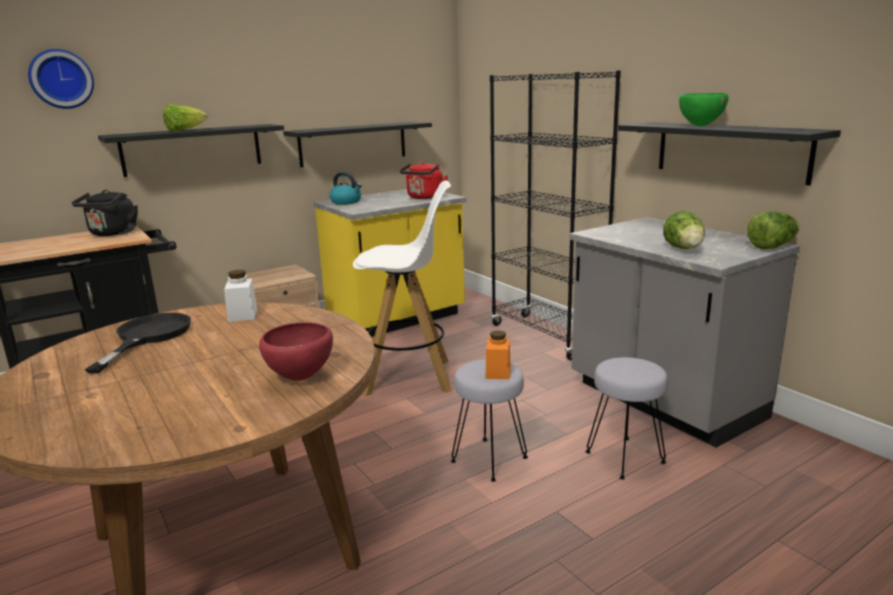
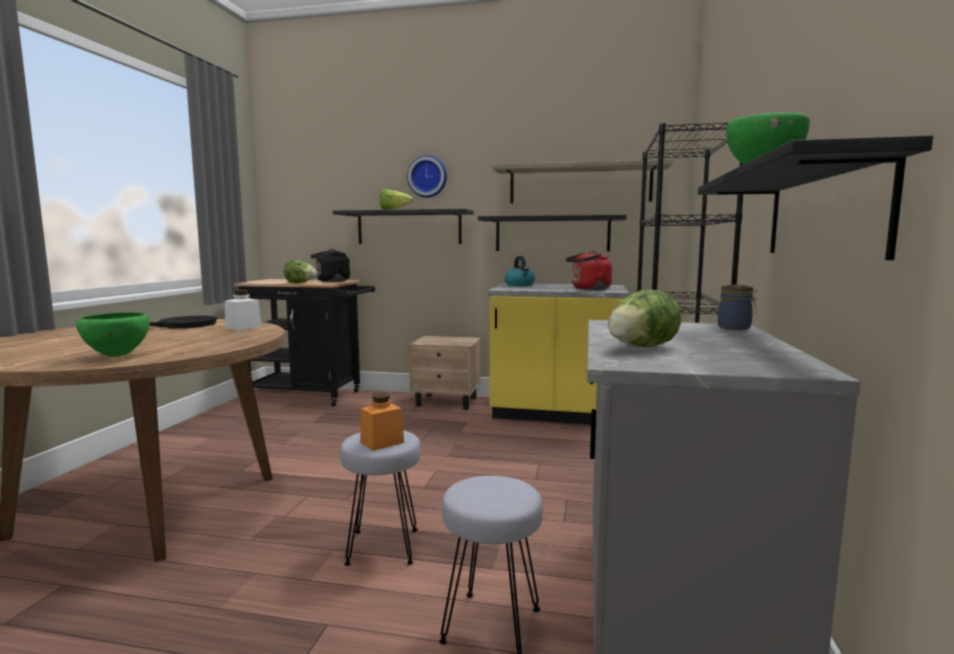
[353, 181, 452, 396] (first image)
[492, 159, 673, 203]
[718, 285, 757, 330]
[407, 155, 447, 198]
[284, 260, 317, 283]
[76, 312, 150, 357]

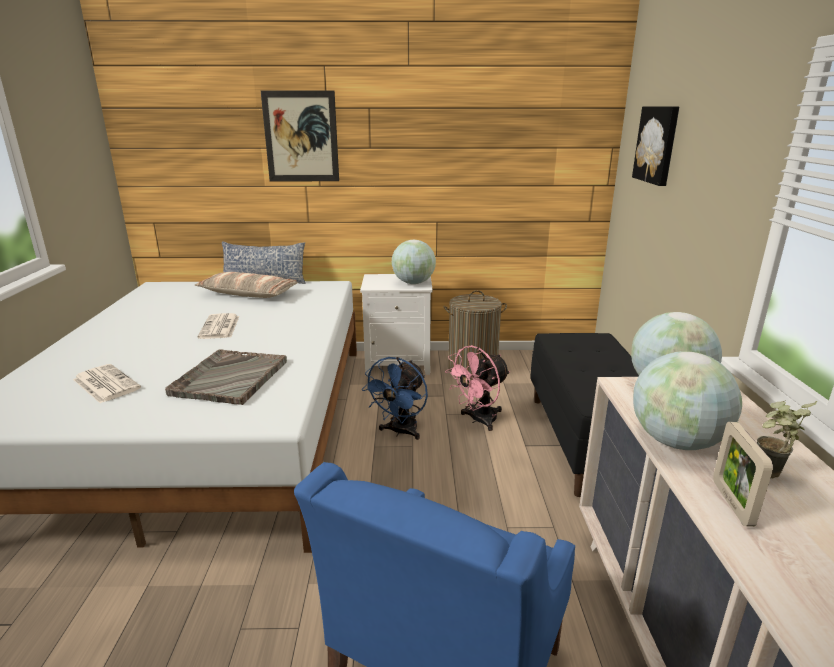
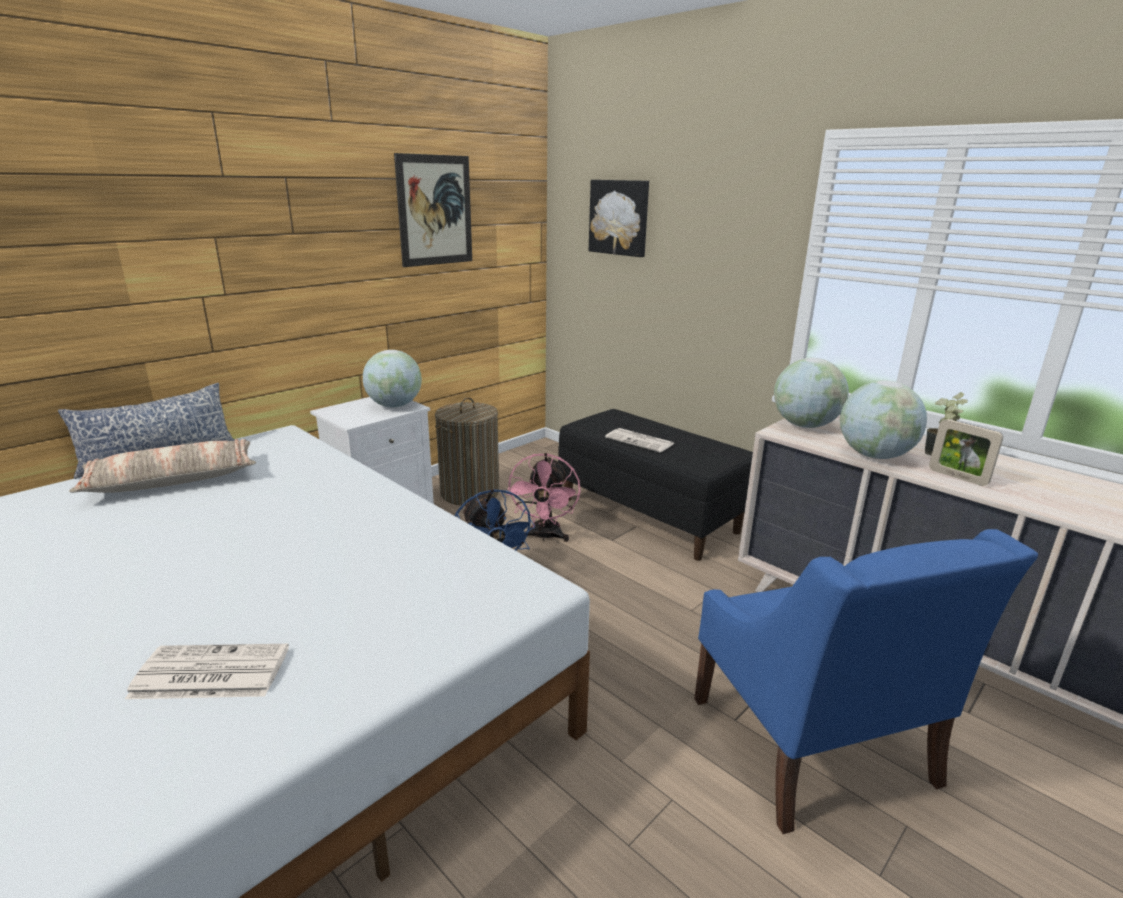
[165, 349, 287, 405] (first image)
[605, 428, 674, 452]
[394, 153, 472, 267]

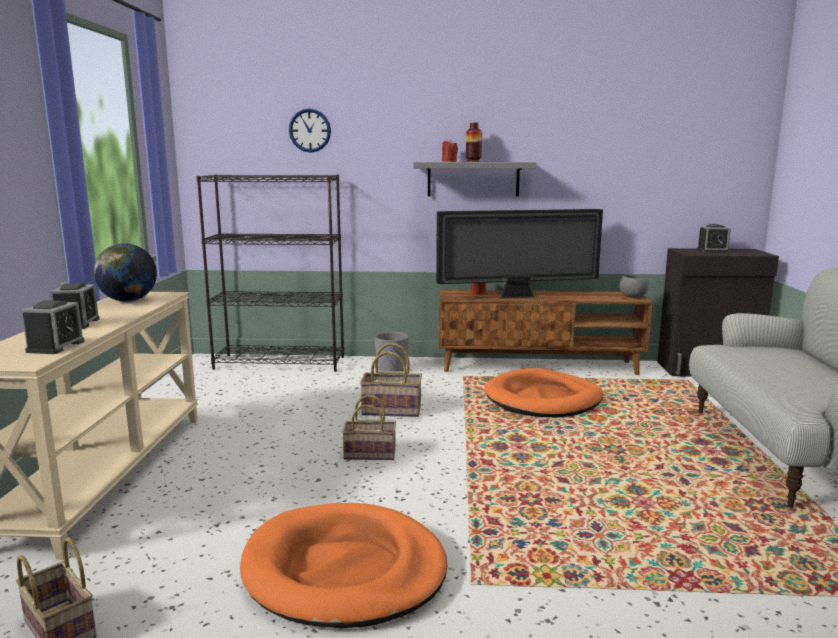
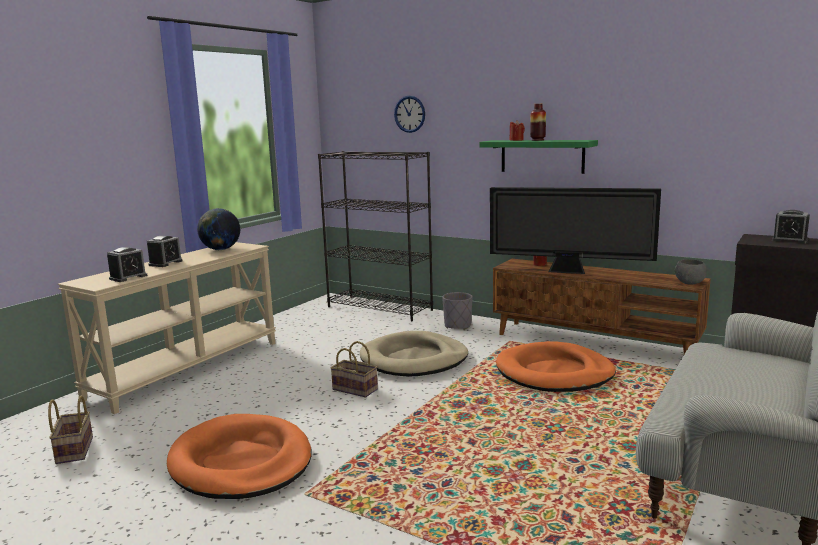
[360, 331, 468, 377]
[479, 140, 598, 174]

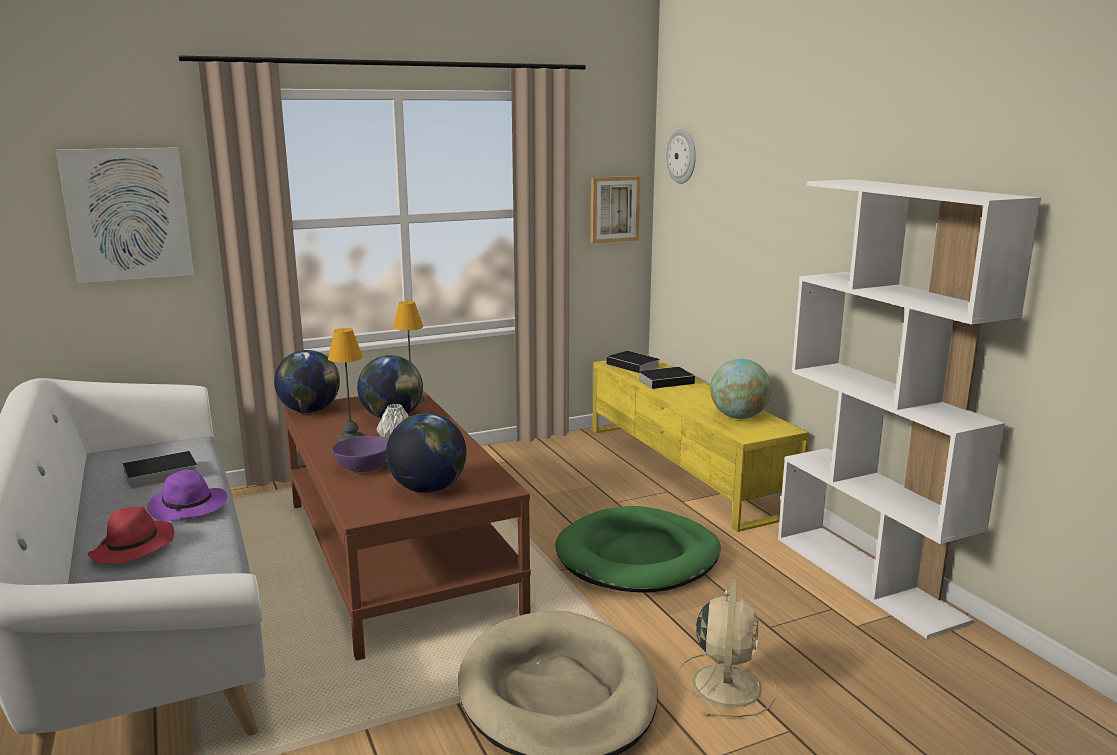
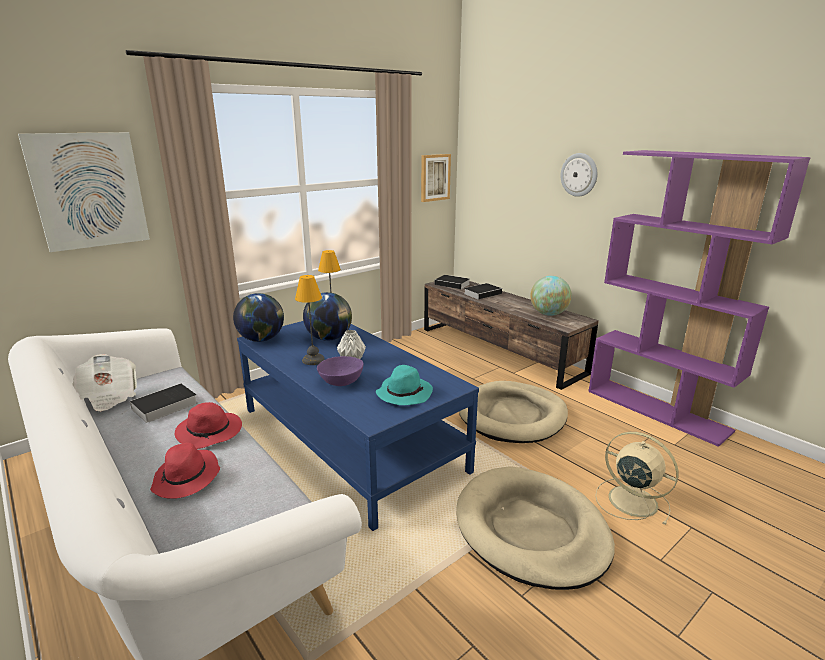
[72, 354, 137, 411]
[561, 153, 597, 197]
[376, 365, 433, 405]
[175, 402, 242, 449]
[237, 321, 479, 531]
[459, 381, 568, 443]
[424, 281, 599, 390]
[588, 150, 811, 447]
[595, 432, 678, 525]

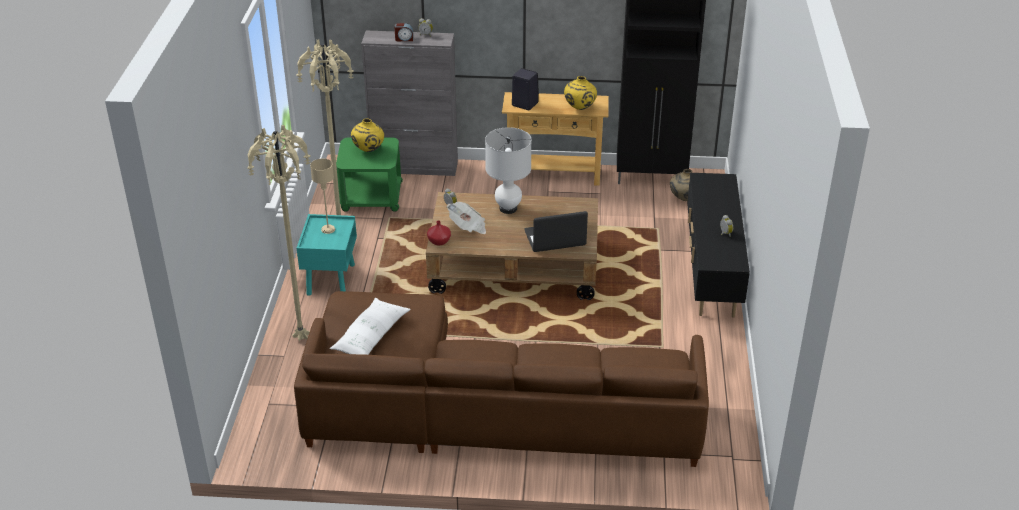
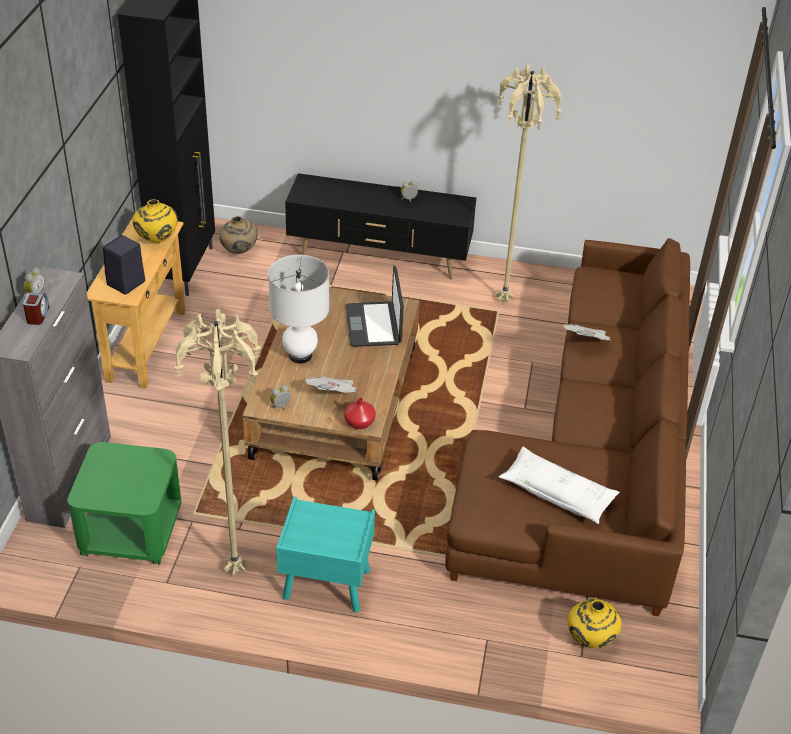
[310, 159, 335, 234] (first image)
[563, 324, 611, 340]
[496, 64, 562, 303]
[567, 599, 622, 648]

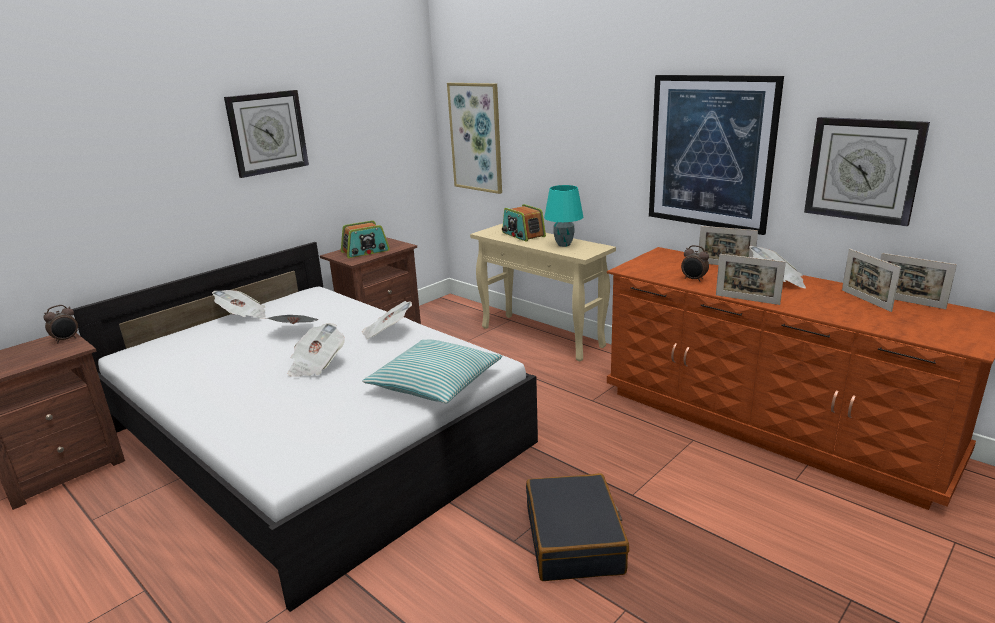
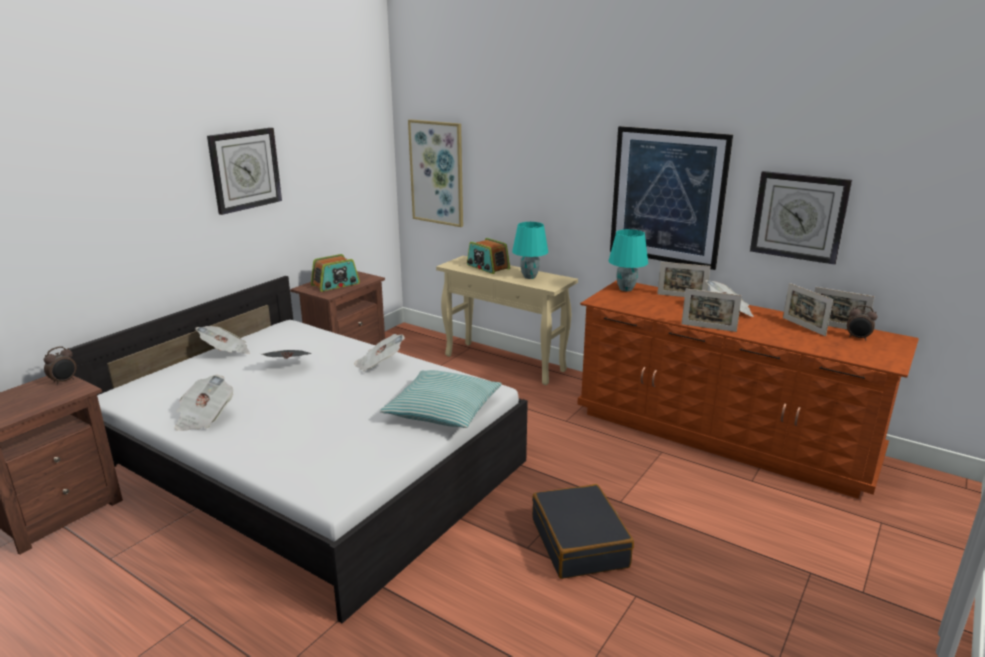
[609, 229, 648, 291]
[174, 375, 233, 431]
[847, 305, 877, 340]

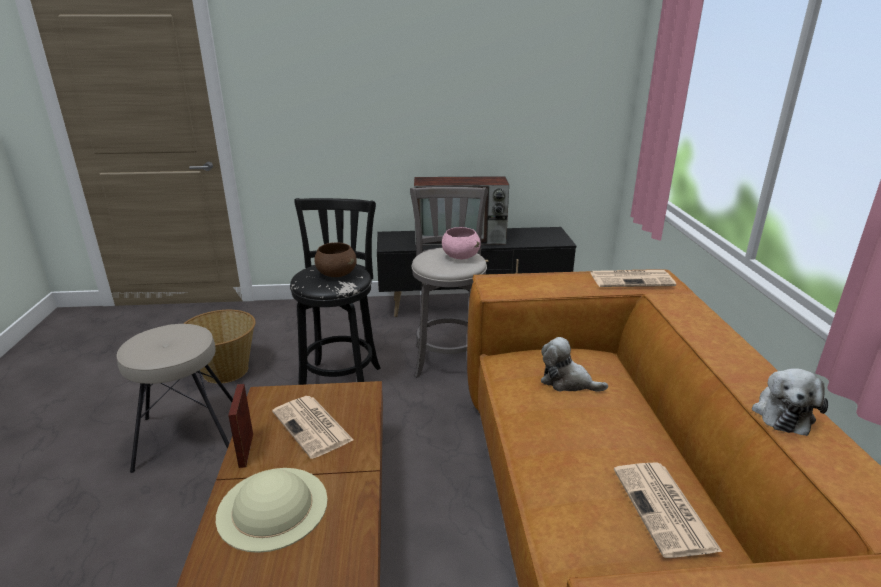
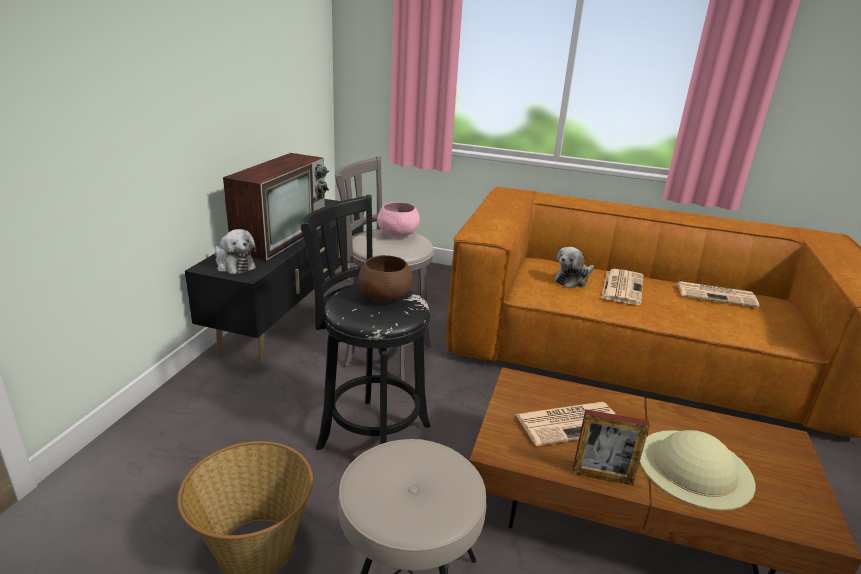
[601, 269, 643, 305]
[215, 229, 256, 274]

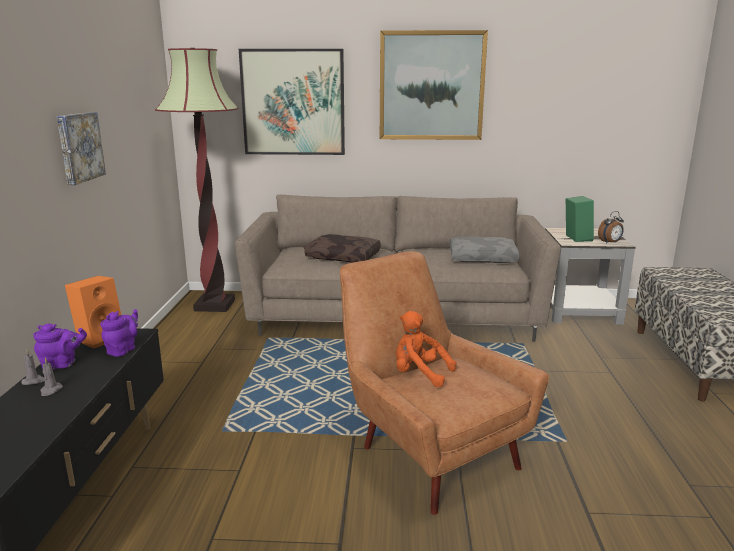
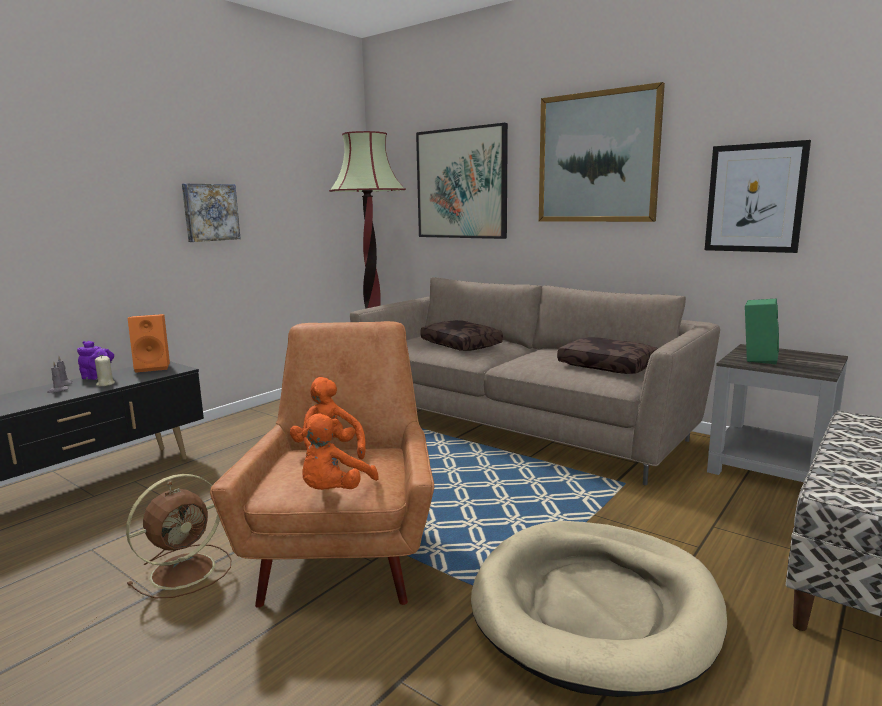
[100, 309, 138, 357] (first image)
[598, 211, 624, 244] (first image)
[95, 356, 115, 386]
[126, 474, 232, 598]
[301, 413, 379, 490]
[471, 521, 727, 697]
[705, 140, 811, 253]
[557, 337, 658, 374]

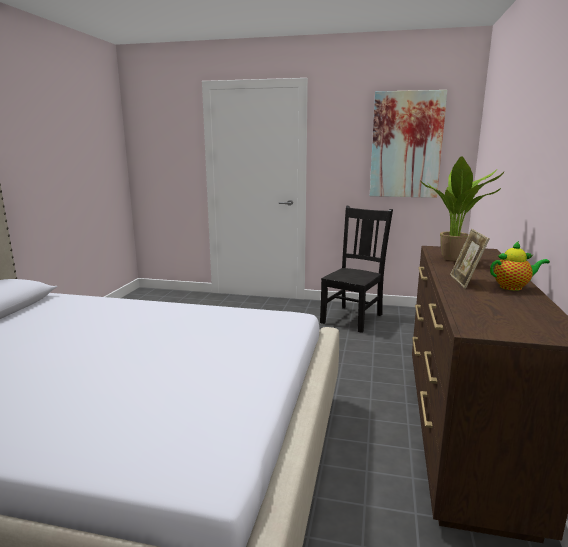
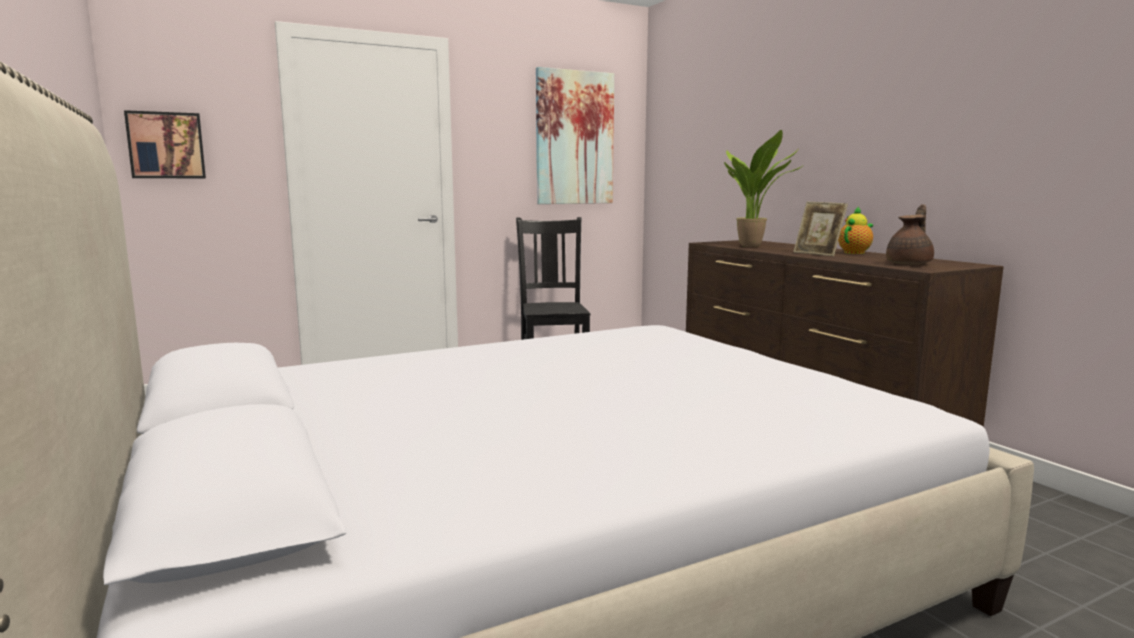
[124, 110, 206, 178]
[886, 204, 934, 265]

